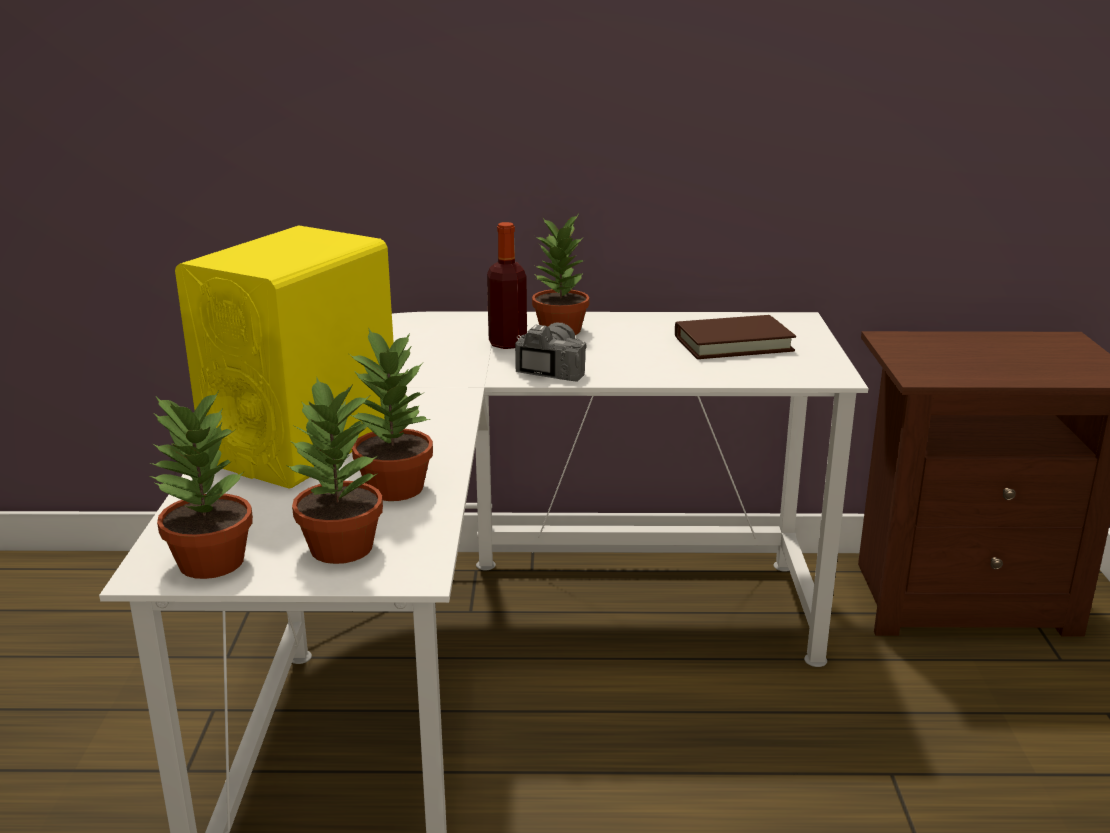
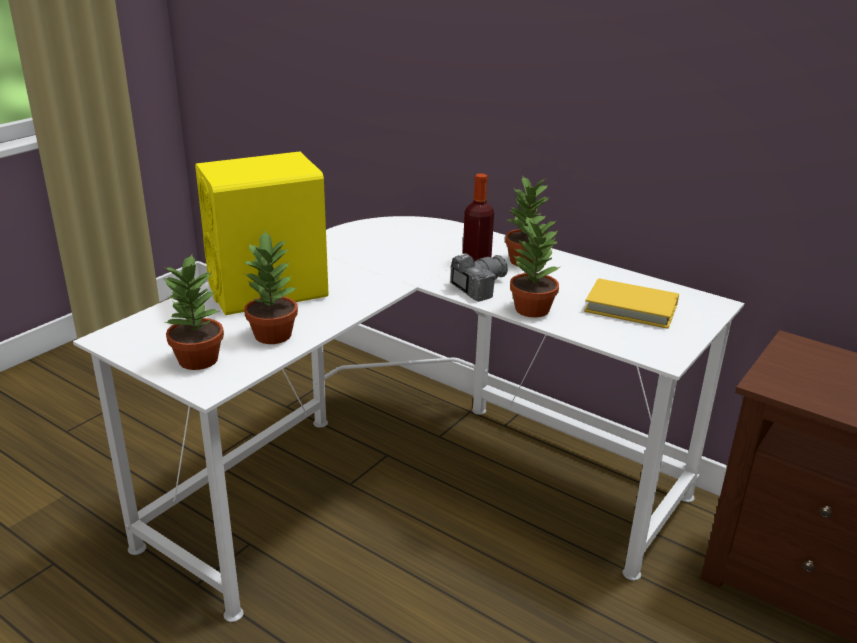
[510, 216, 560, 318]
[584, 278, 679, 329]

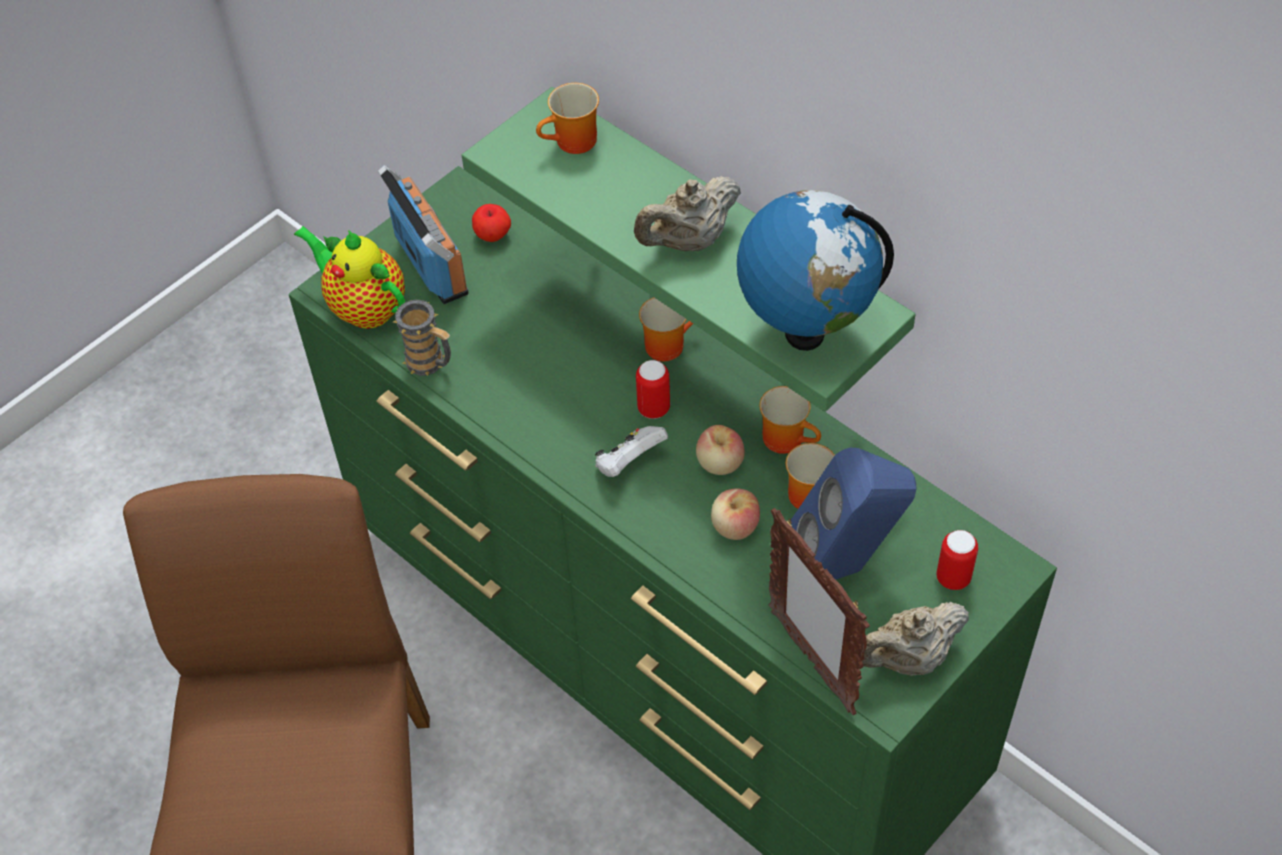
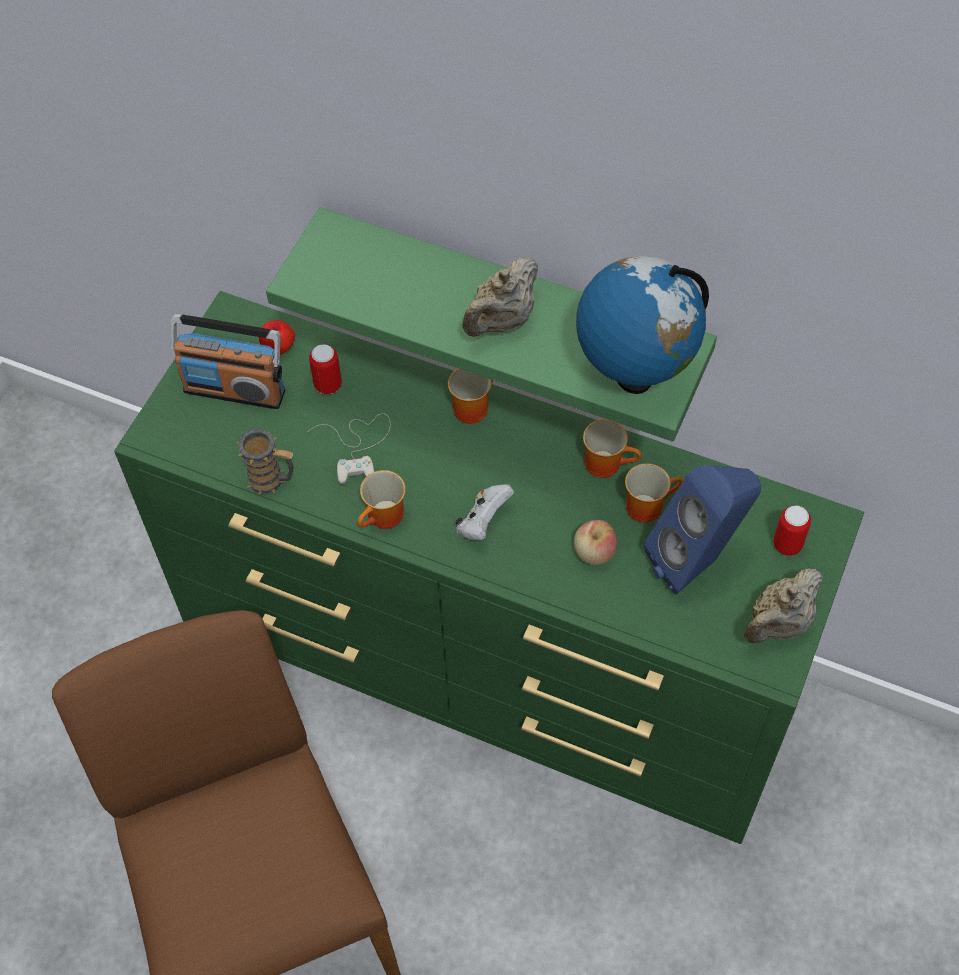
[294, 226, 405, 329] (first image)
[696, 425, 745, 475] (first image)
[768, 508, 870, 715] (first image)
[308, 413, 391, 484]
[357, 470, 406, 529]
[309, 344, 342, 394]
[171, 314, 285, 409]

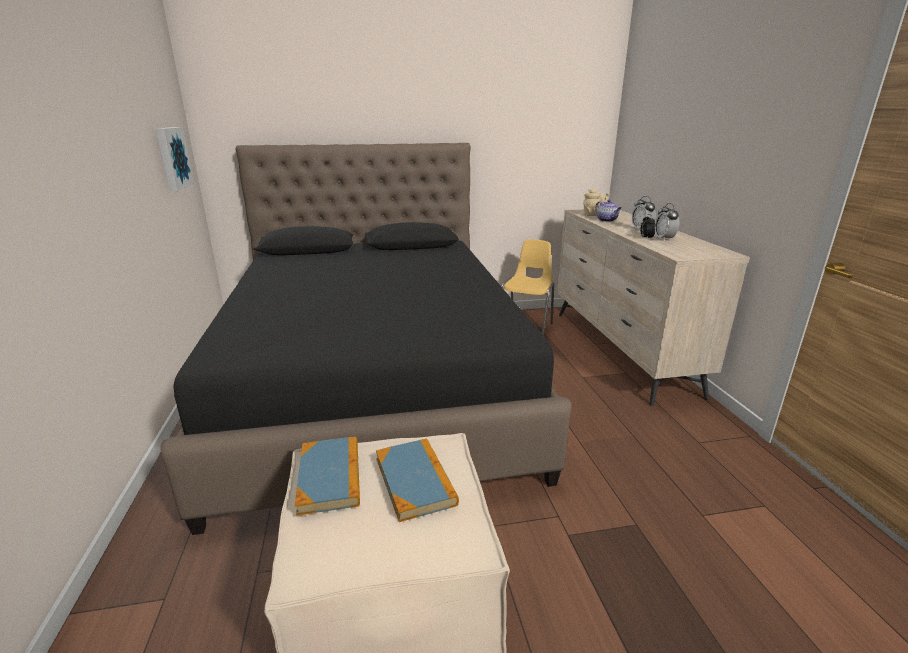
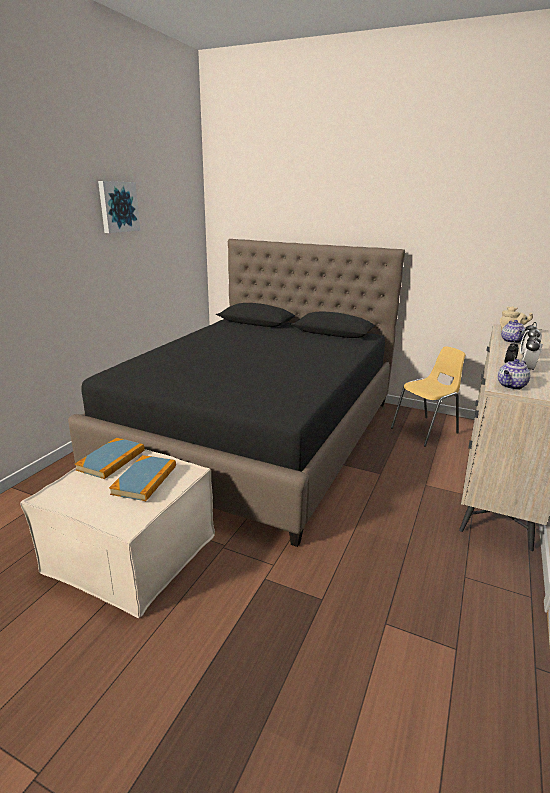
[498, 359, 530, 390]
[98, 181, 140, 233]

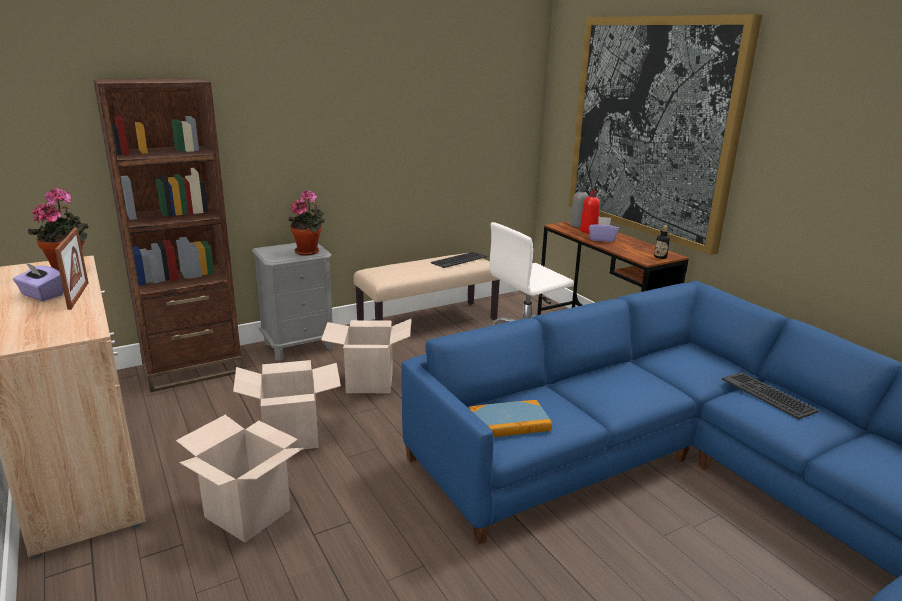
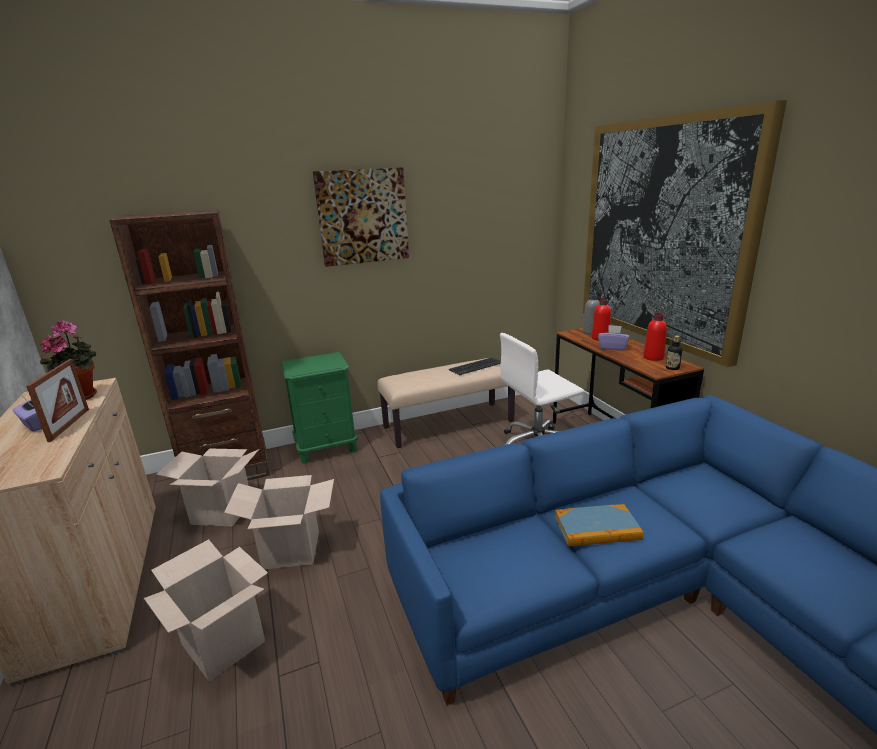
[288, 190, 325, 256] (first image)
[722, 372, 819, 419] (first image)
[313, 167, 409, 267]
[643, 313, 667, 361]
[156, 448, 259, 527]
[555, 504, 643, 546]
[281, 352, 358, 464]

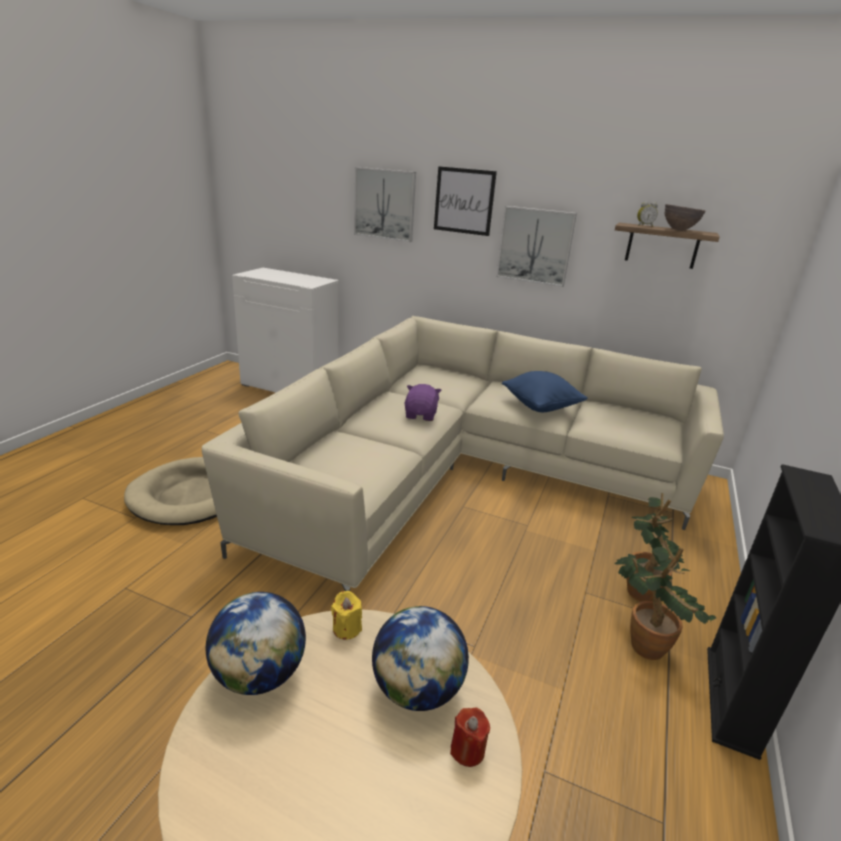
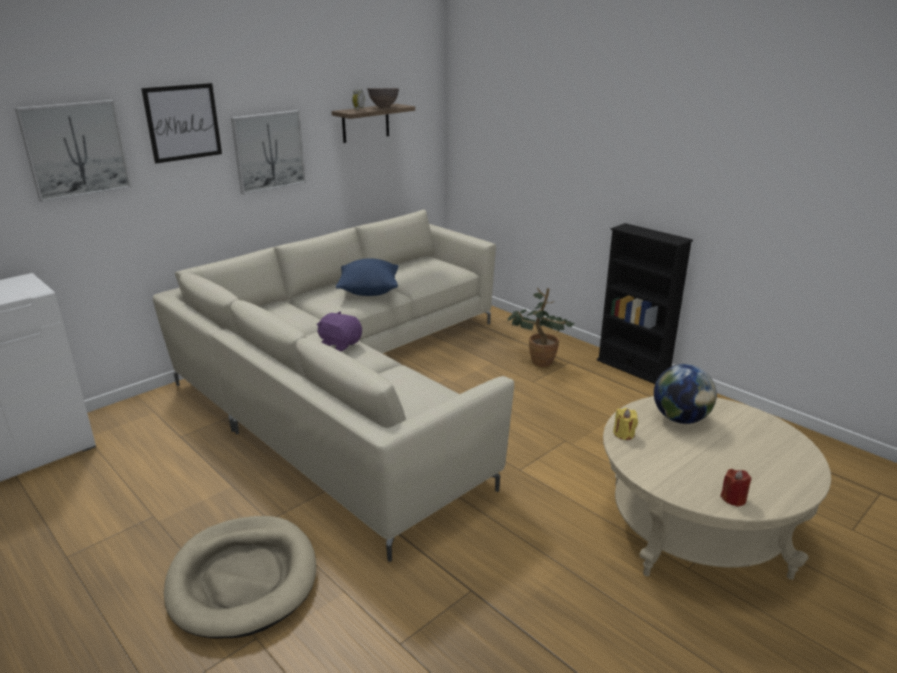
[206, 592, 306, 695] (first image)
[614, 540, 716, 660] (first image)
[720, 469, 751, 507]

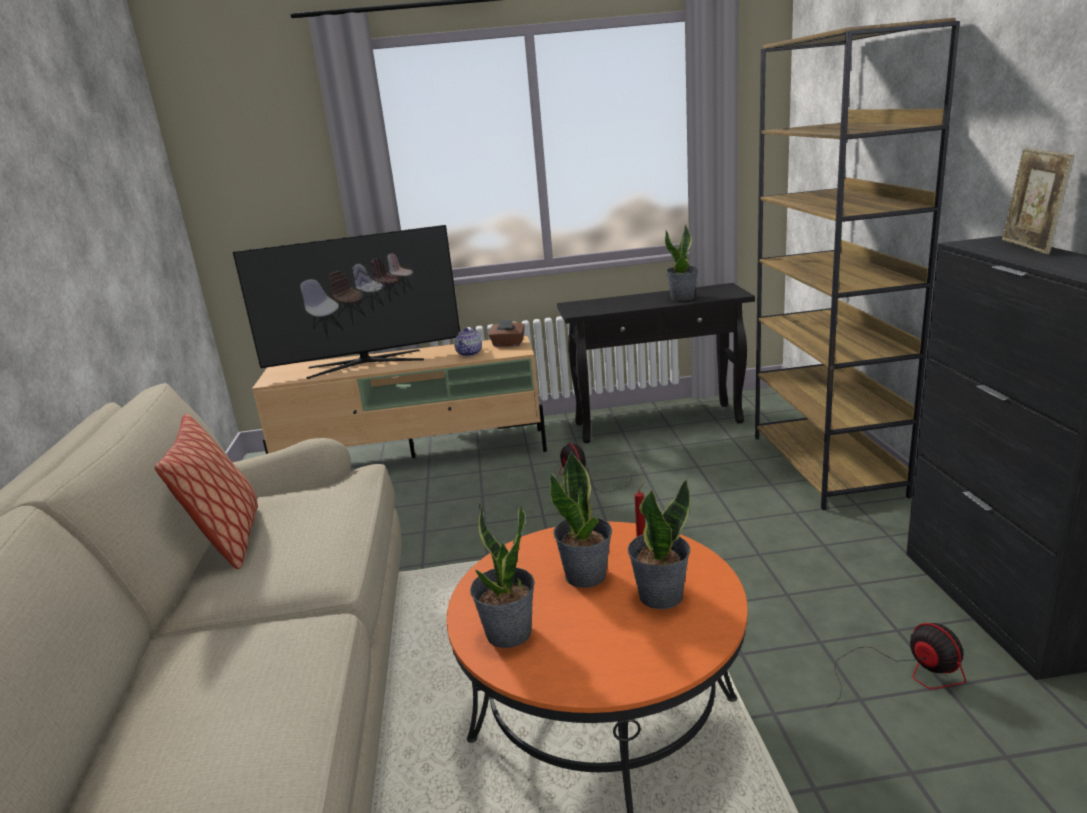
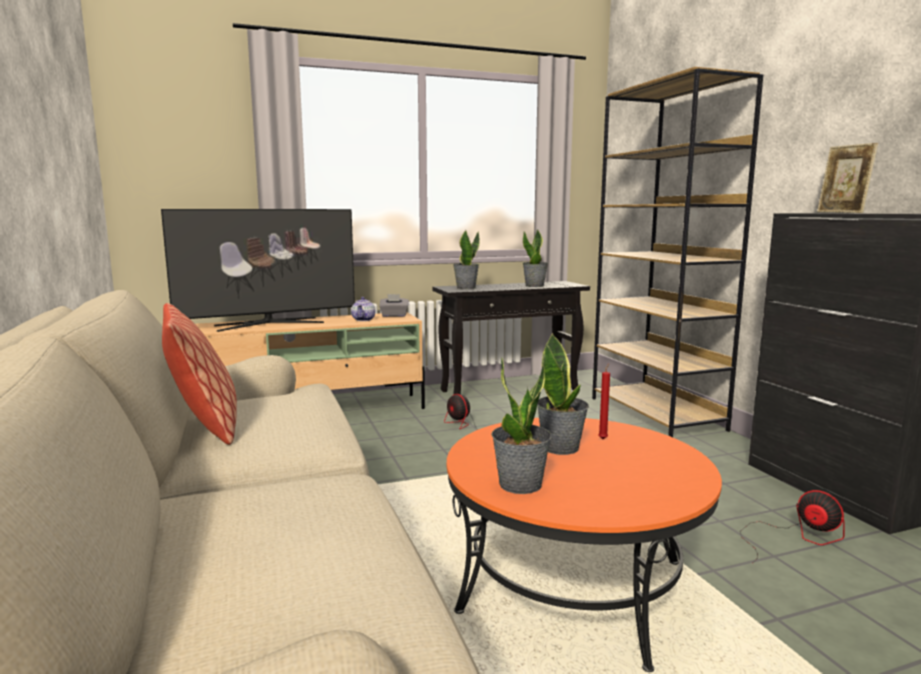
[453, 230, 480, 289]
[379, 294, 409, 317]

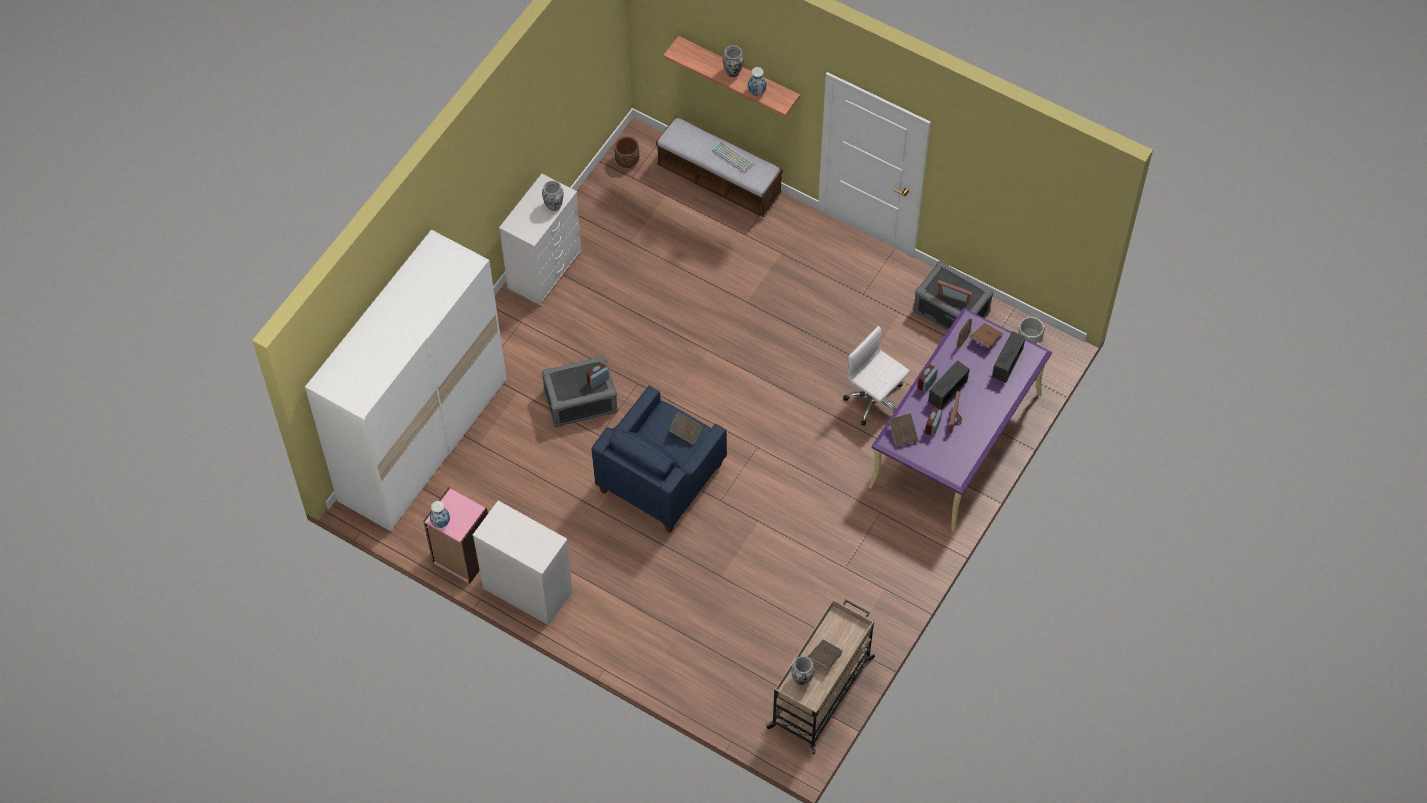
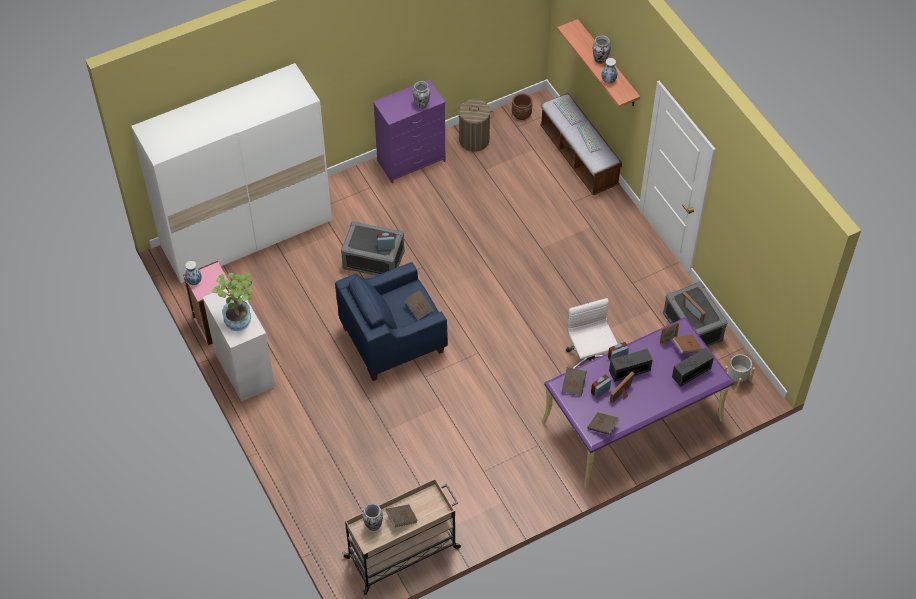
[212, 273, 253, 331]
[455, 99, 494, 152]
[553, 97, 582, 126]
[587, 412, 619, 435]
[373, 80, 446, 183]

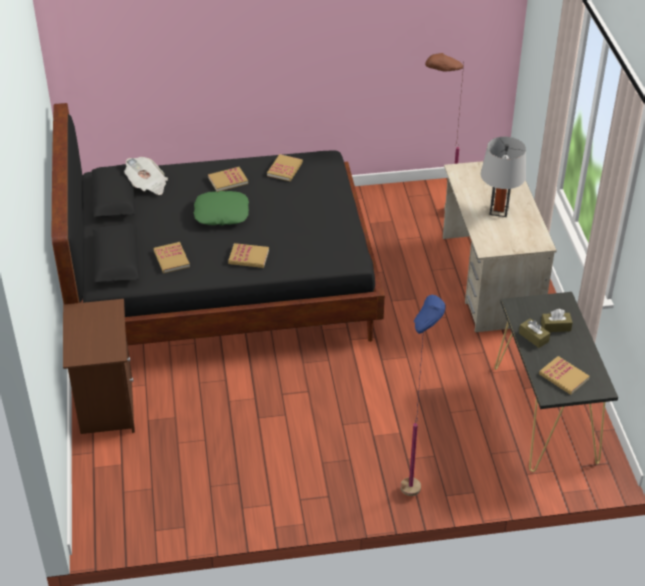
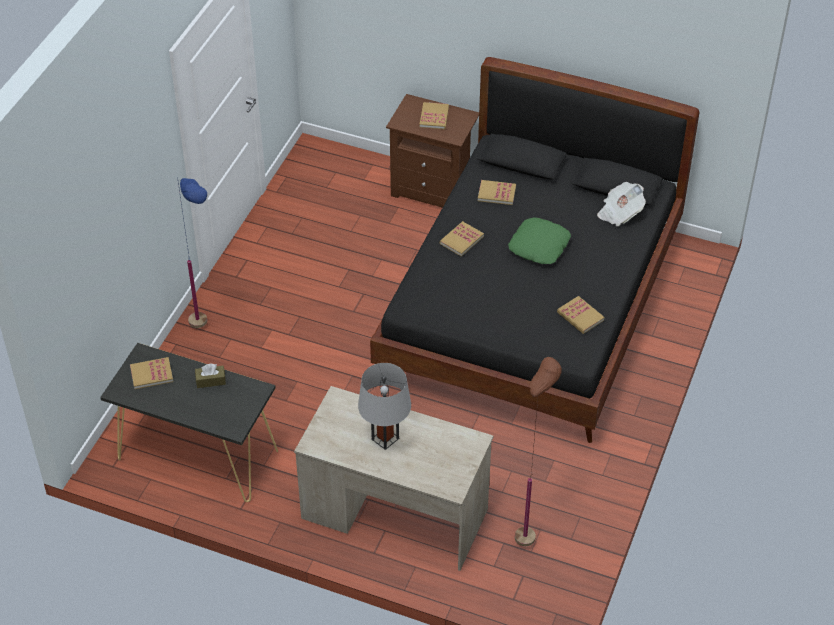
[541, 309, 573, 332] (first image)
[420, 102, 449, 129]

